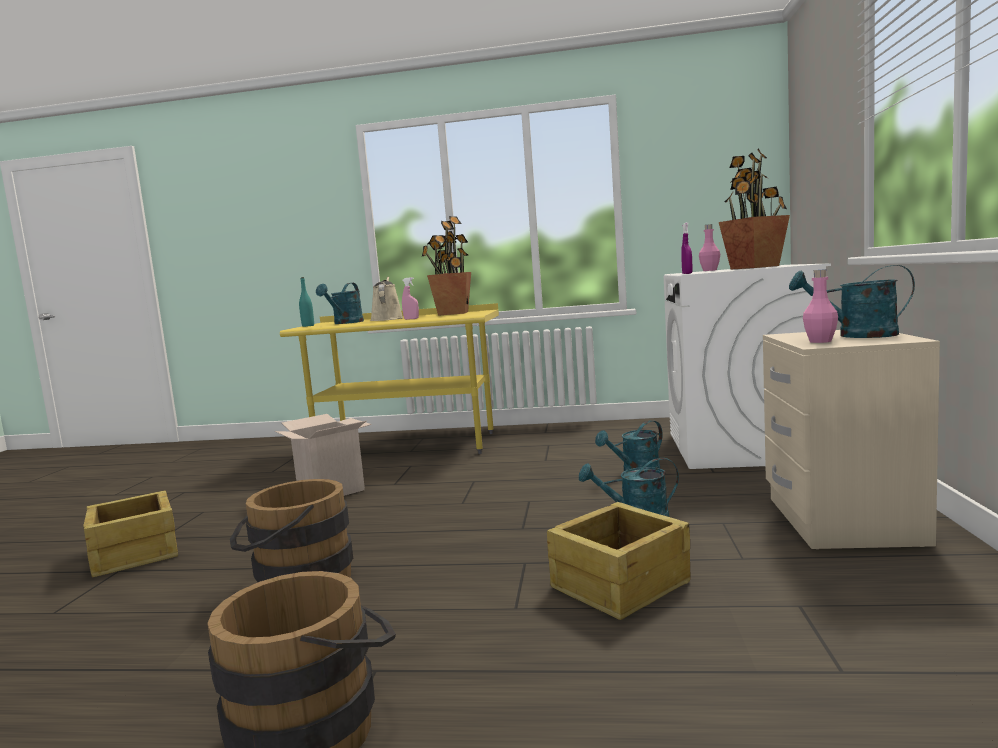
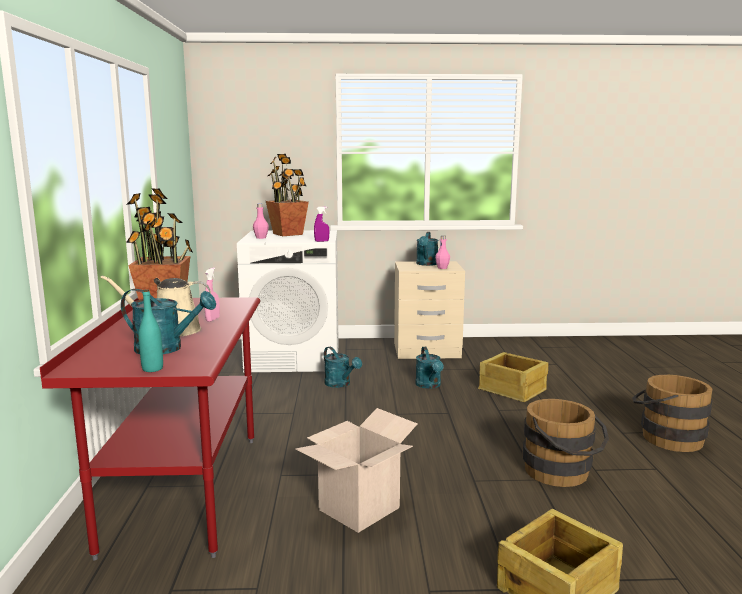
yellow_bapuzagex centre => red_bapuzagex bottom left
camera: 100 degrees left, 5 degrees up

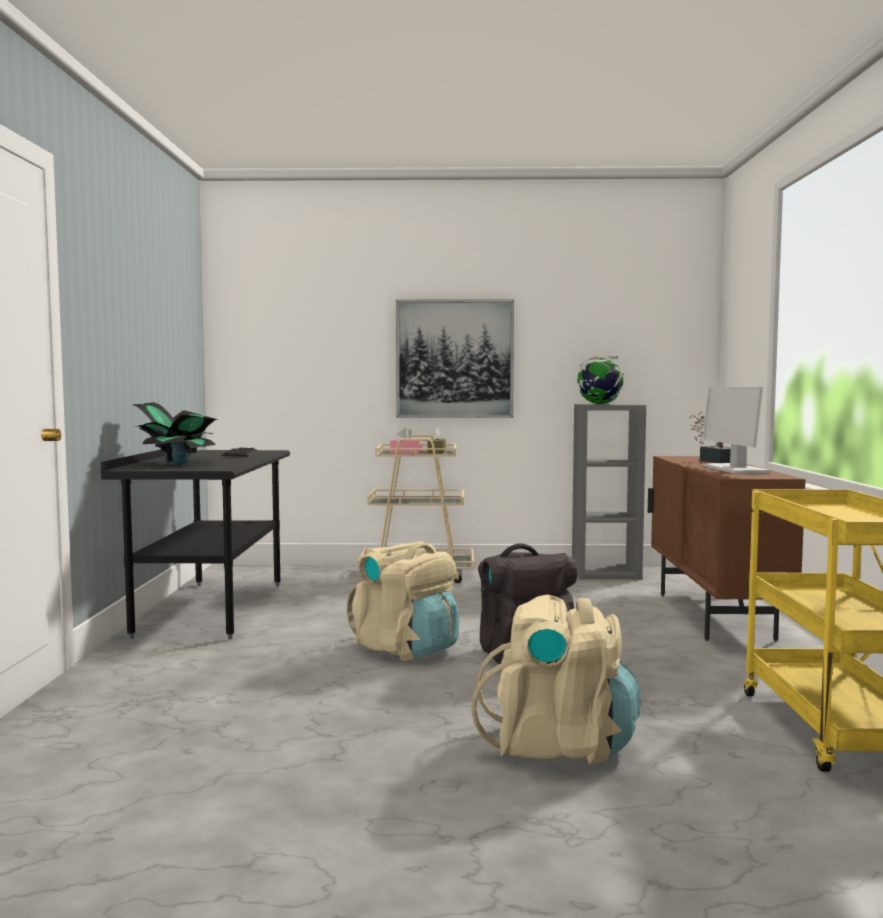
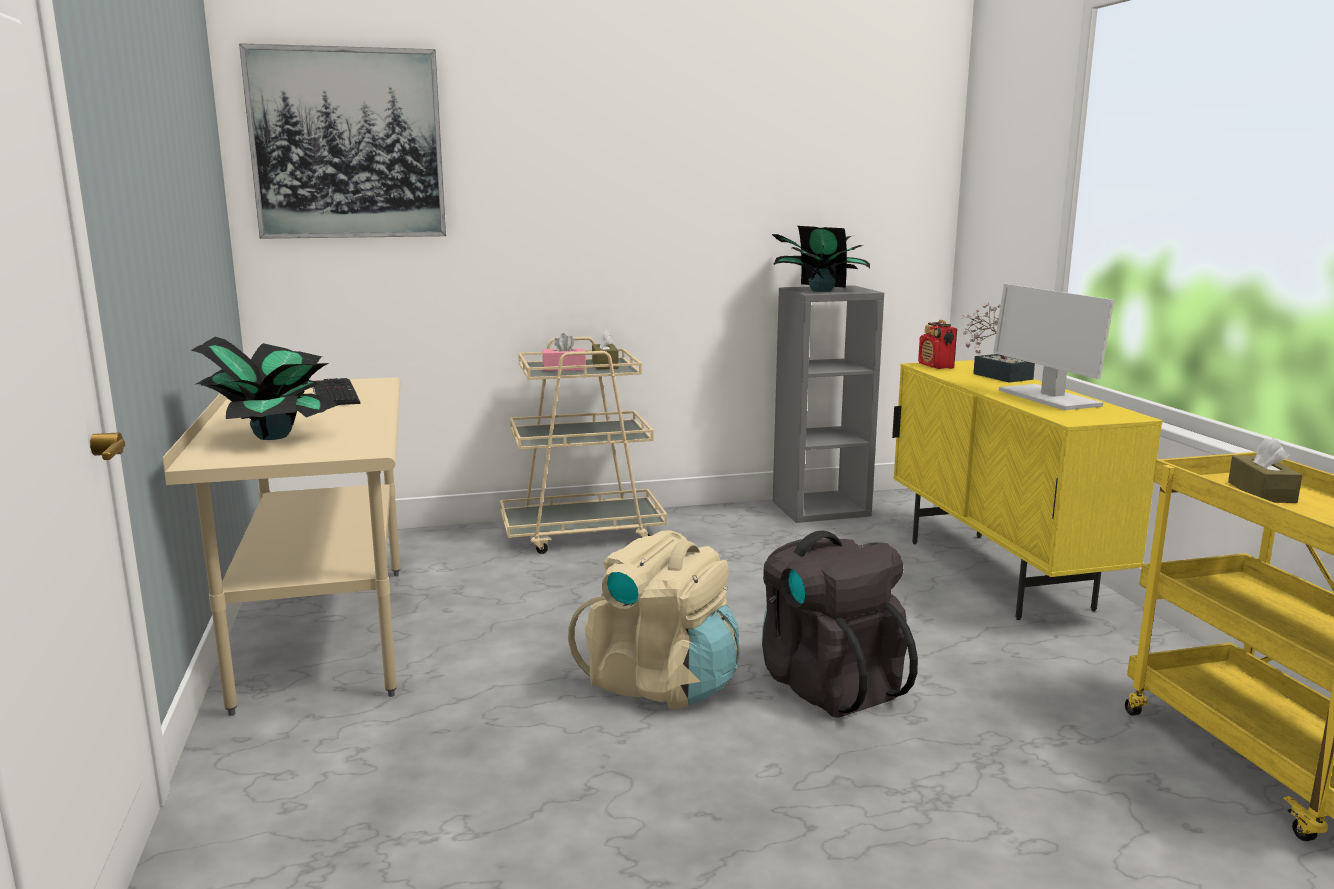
black_bapuzagex middle left => beige_bapuzagex middle left
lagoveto centre => lagoveto top left, relocated
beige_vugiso (no. 2 from left) bottom centre => nothing
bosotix middle right => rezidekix (no. 2 from left) top centre
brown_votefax middle right => yellow_votefax middle right
nothing => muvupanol middle right
nothing => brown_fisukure (no. 2 from left) middle right
camera: 15 degrees left, 10 degrees up

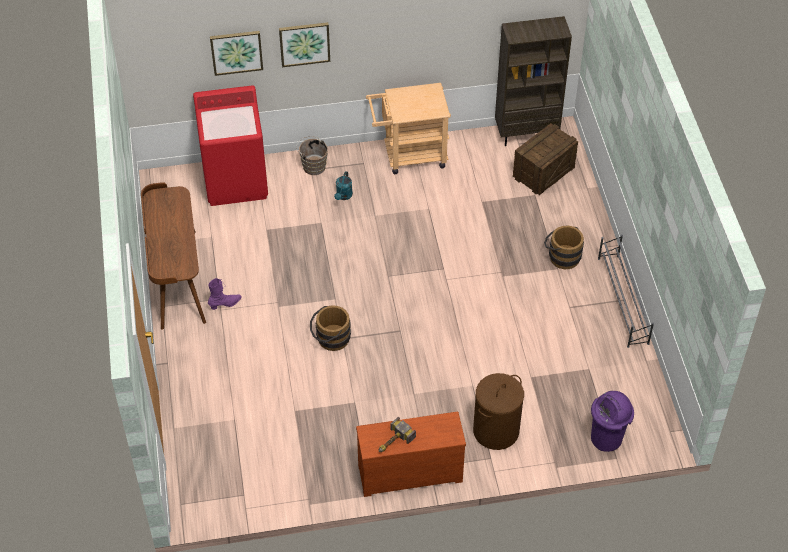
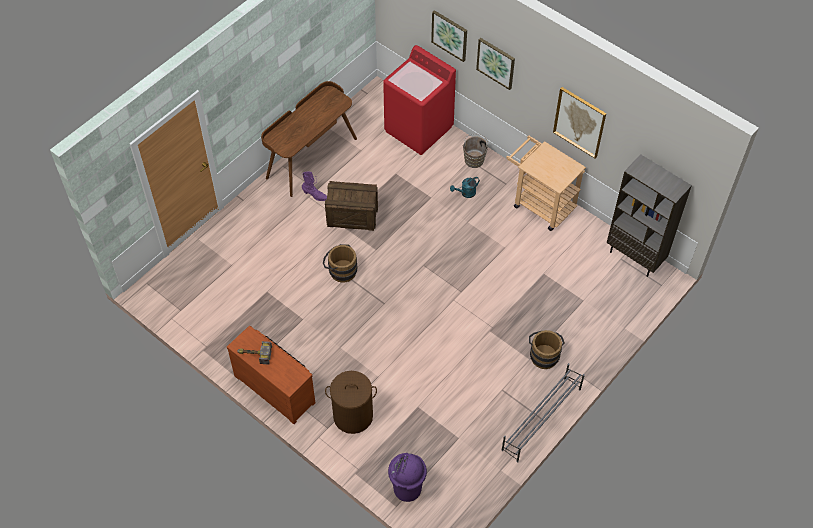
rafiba top right => rafiba centre, relocated
nothing => lagoveto (no. 3 from left) top right
camera: 50 degrees right, 5 degrees up

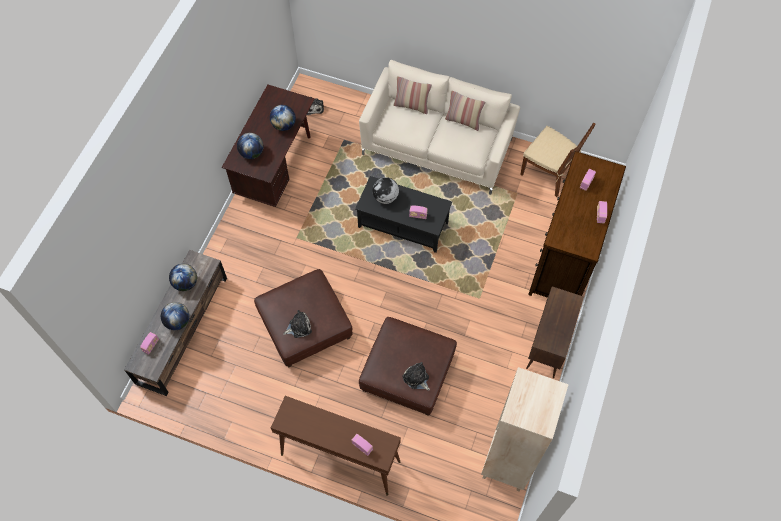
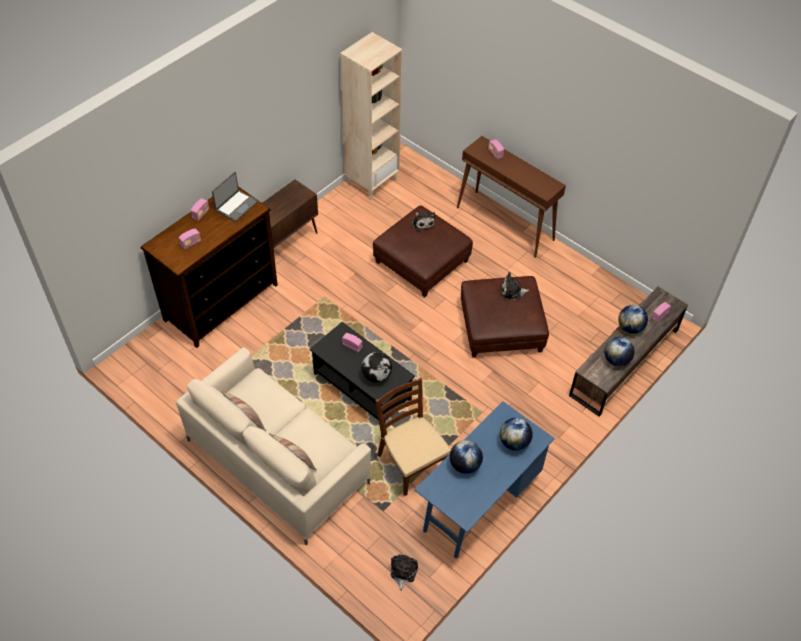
brown_bapuzagex top centre => blue_bapuzagex bottom centre
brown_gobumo top right => brown_gobumo bottom centre, relocated
nothing => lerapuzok top left
camera: 160 degrees left, 10 degrees down

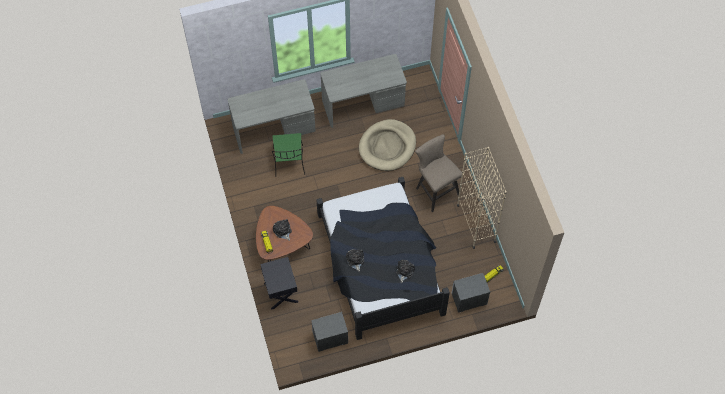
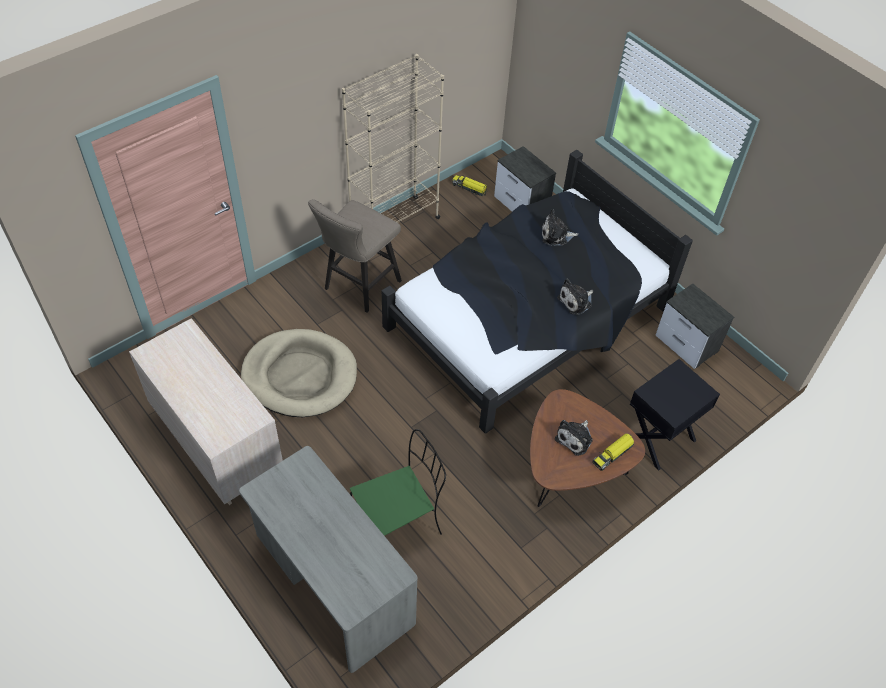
grey_bapuzagex (no. 2 from left) top centre => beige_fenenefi middle left
camera: 115 degrees left, 10 degrees down

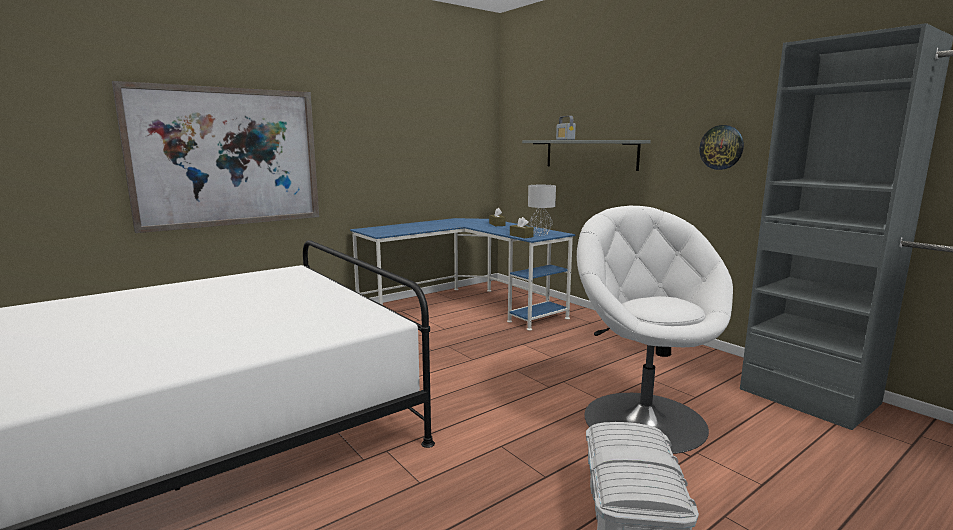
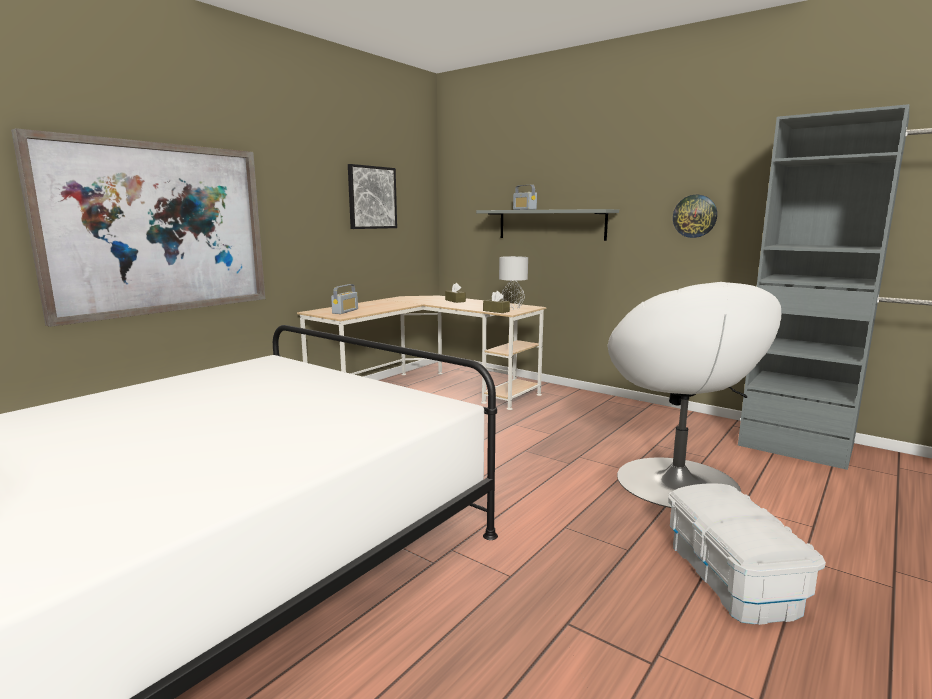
blue_bapuzagex centre => beige_bapuzagex centre
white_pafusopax middle right, 150 degrees counterclockwise
nothing => muvupanol (no. 1 from left) centre
nothing => lagoveto (no. 2 from left) top centre
camera: 15 degrees left, 0 degrees up

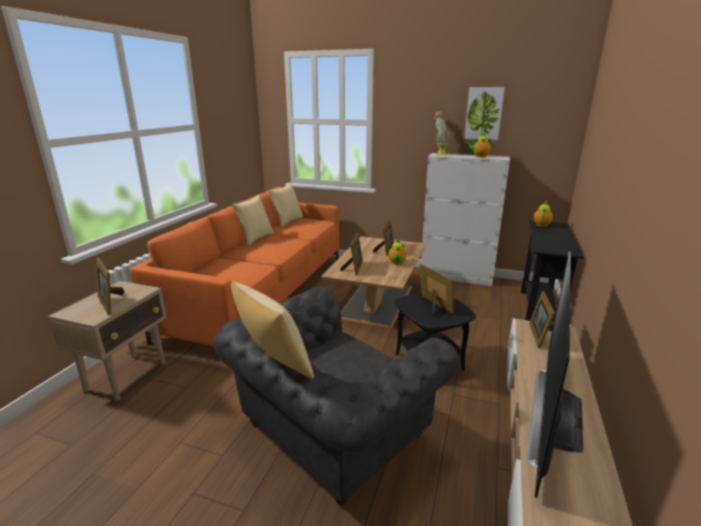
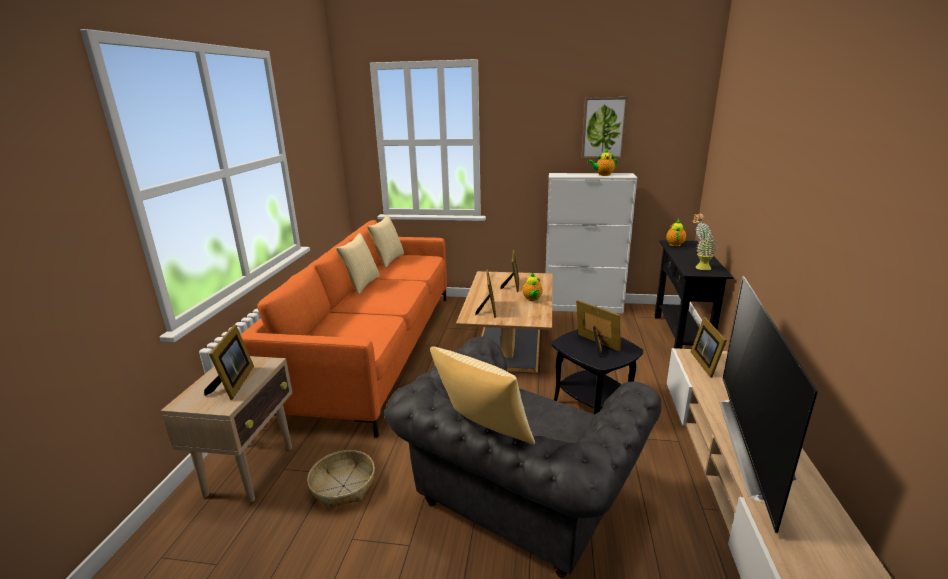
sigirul (no. 1 from left) middle left, 135 degrees counterclockwise
rezidekix top centre => rezidekix middle right, relocated
nothing => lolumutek bottom centre
camera: 10 degrees left, 0 degrees up

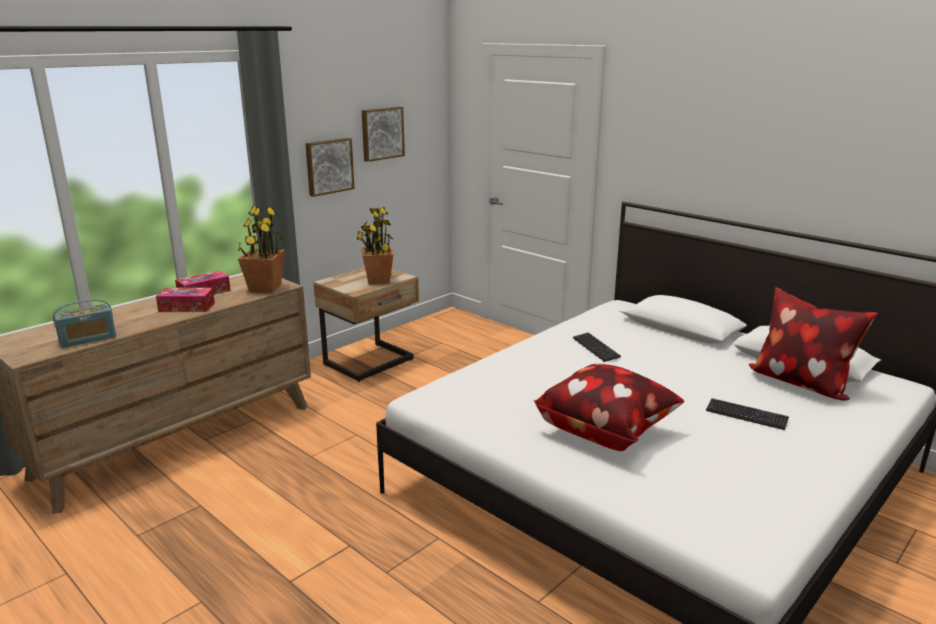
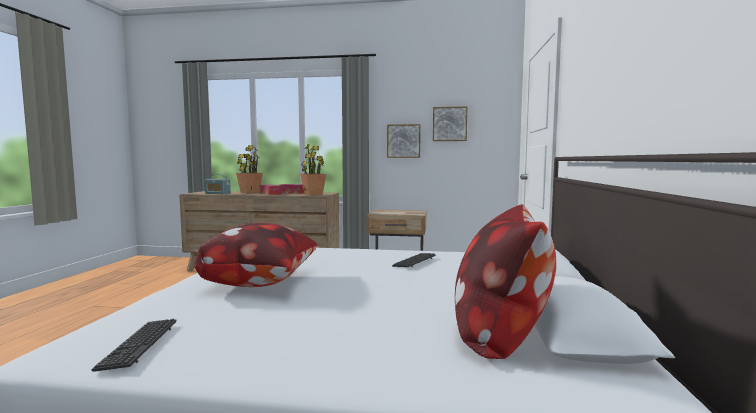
rezidekix (no. 2 from left in the first image) centre => rezidekix (no. 1 from left) middle left, relocated
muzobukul (no. 2 from left in the first image) middle right => muzobukul (no. 1 from left) bottom left, relocated
camera: 55 degrees right, 15 degrees down

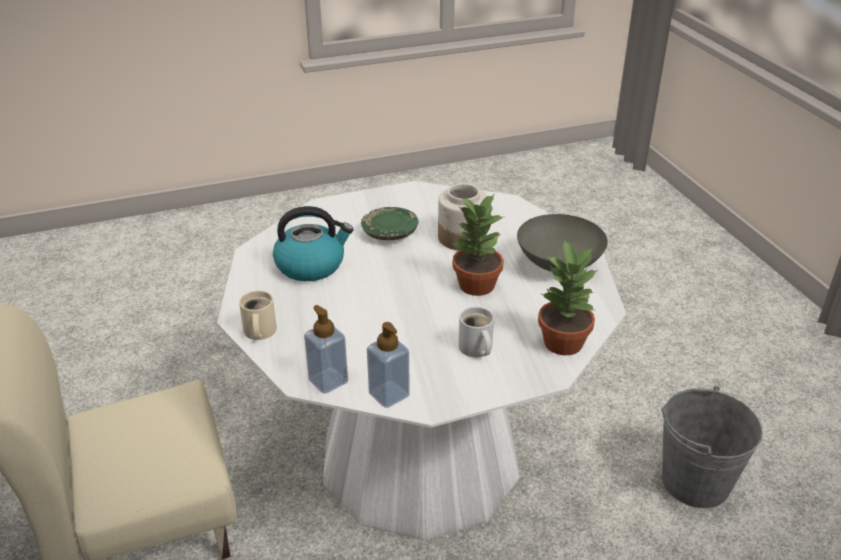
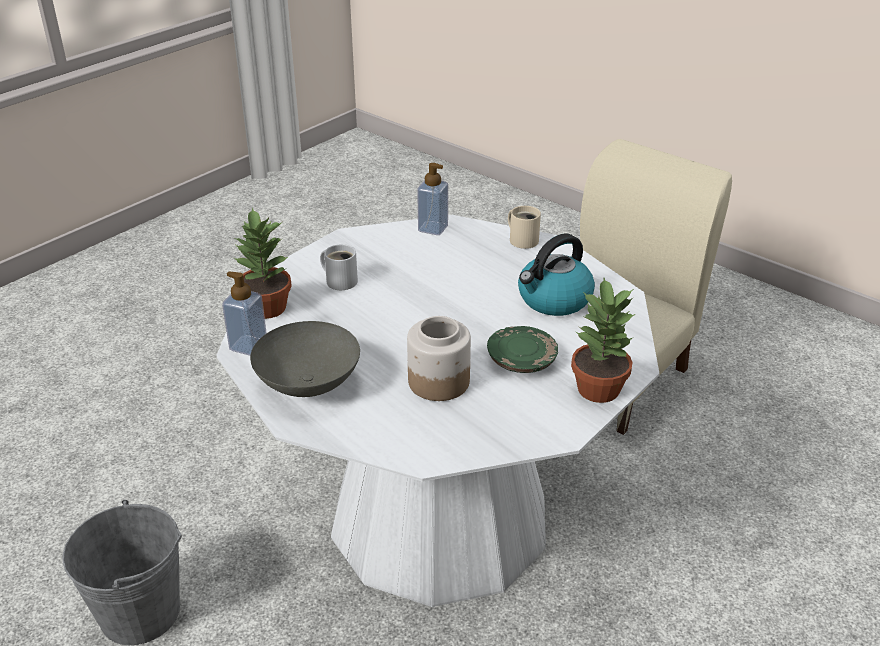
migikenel (no. 2 from left in the first image) centre => migikenel (no. 1 from left) middle left, relocated
rezidekix (no. 1 from left in the first image) centre => rezidekix (no. 2 from left) middle right, relocated
camera: 150 degrees right, 0 degrees up

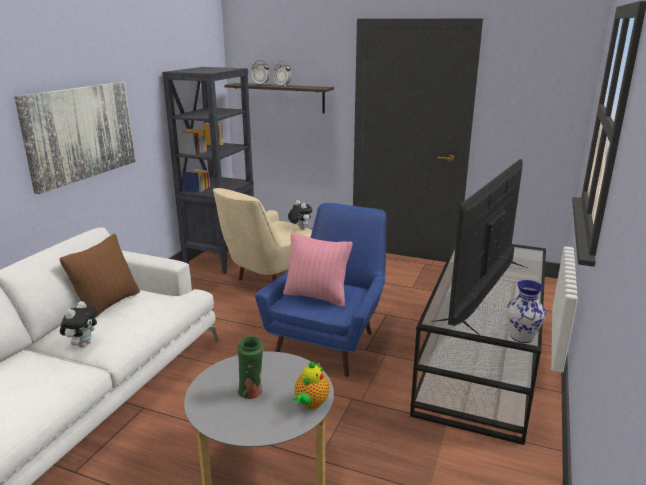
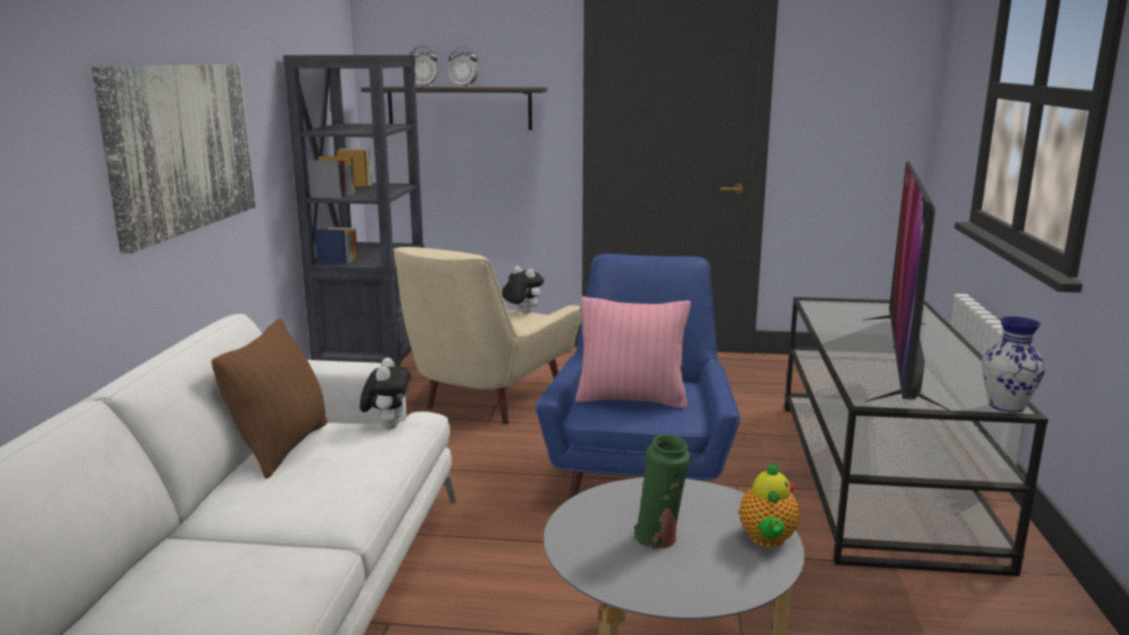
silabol (no. 1 from left) bottom left => silabol (no. 1 from left) centre, relocated
camera: 15 degrees left, 5 degrees down

